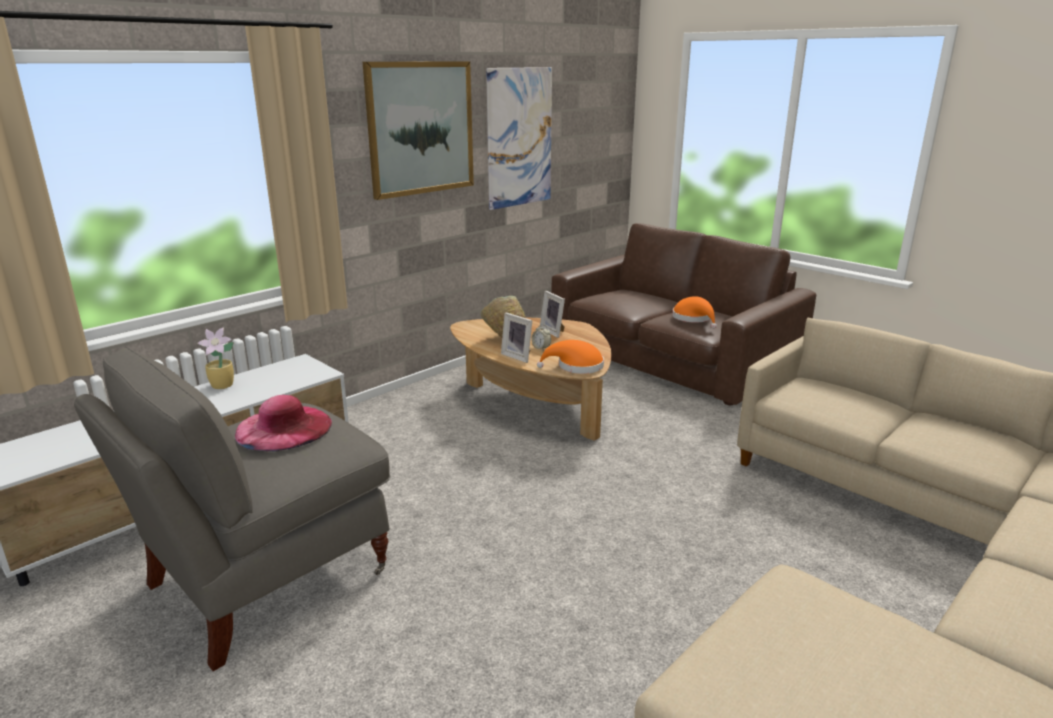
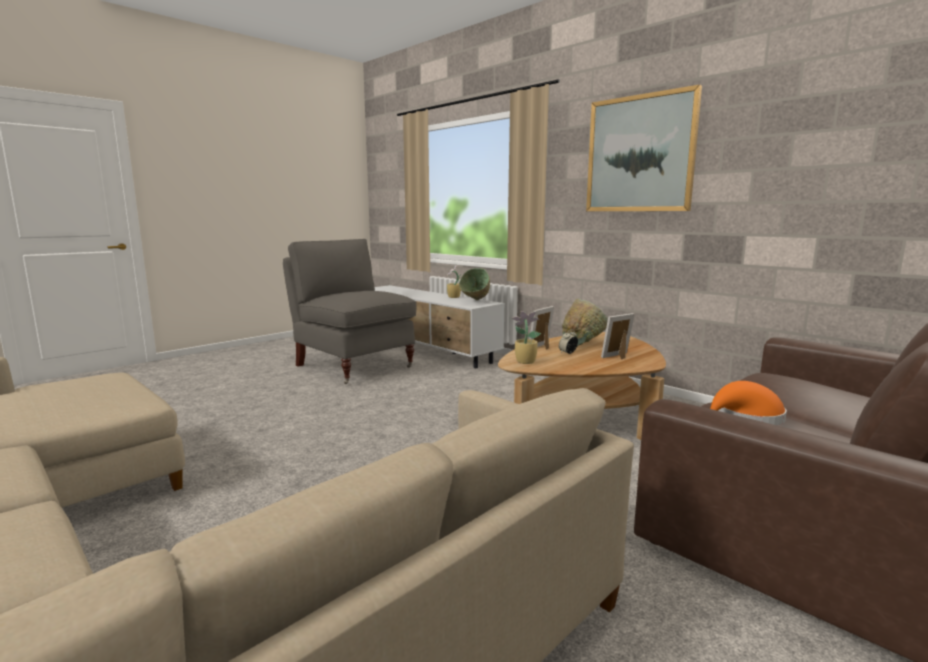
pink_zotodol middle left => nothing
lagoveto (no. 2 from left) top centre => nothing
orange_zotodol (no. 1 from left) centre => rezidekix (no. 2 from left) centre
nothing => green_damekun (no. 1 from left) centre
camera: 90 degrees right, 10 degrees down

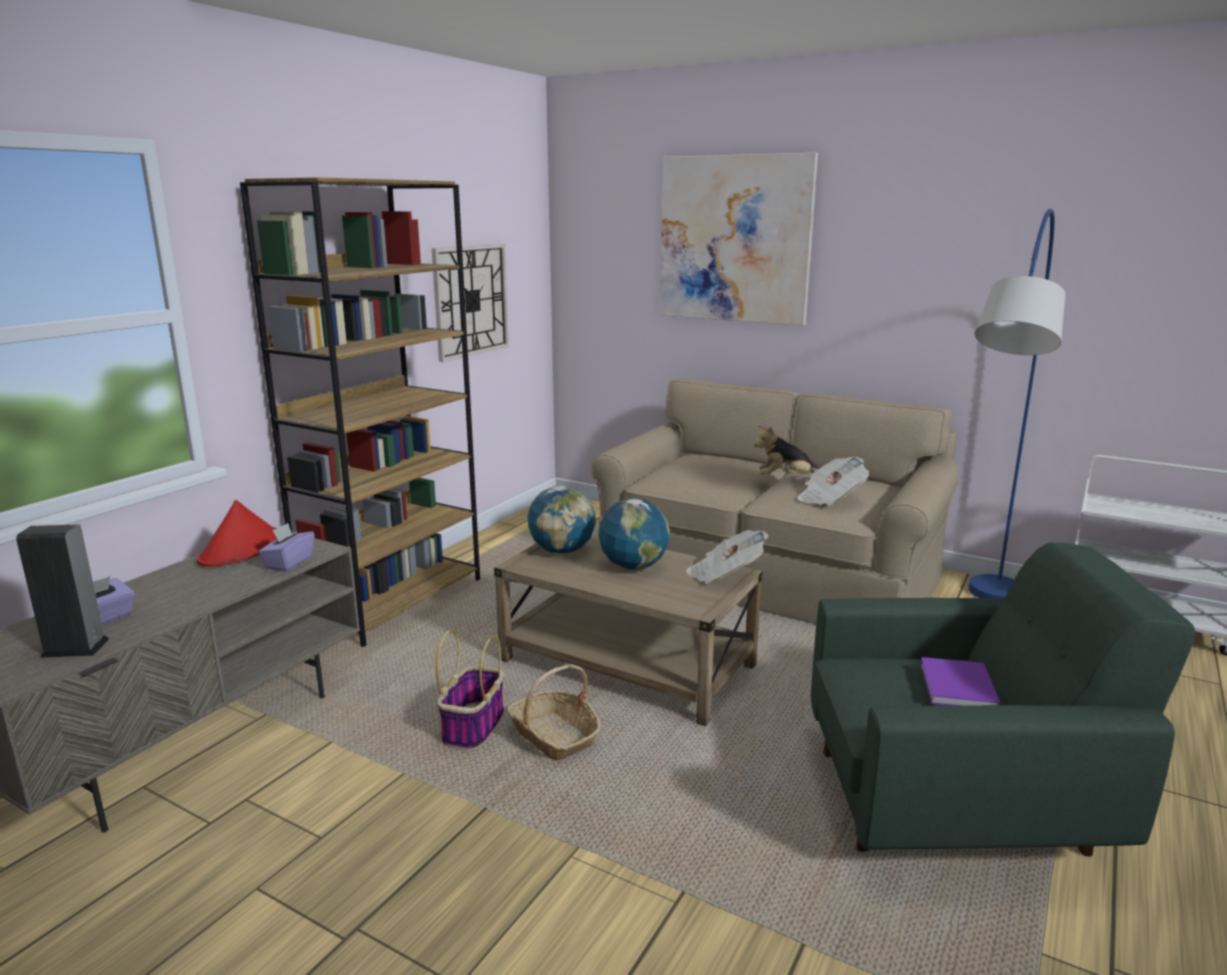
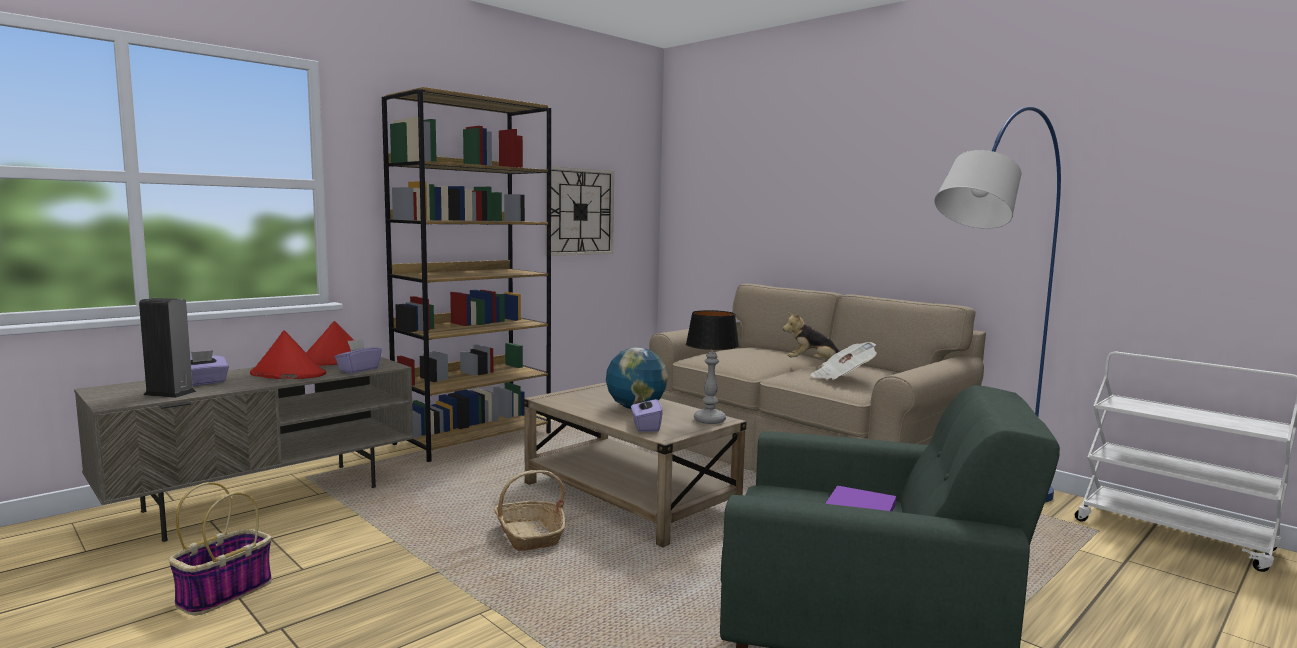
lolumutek (no. 1 from left) bottom centre => lolumutek (no. 1 from left) bottom left, relocated
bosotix (no. 1 from left) centre => nothing
lagoveto top centre => nothing
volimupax (no. 1 from left) centre => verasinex centre
nothing => red_zotodol (no. 1 from left) middle left
nothing => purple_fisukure (no. 3 from left) centre
camera: 15 degrees right, 10 degrees down

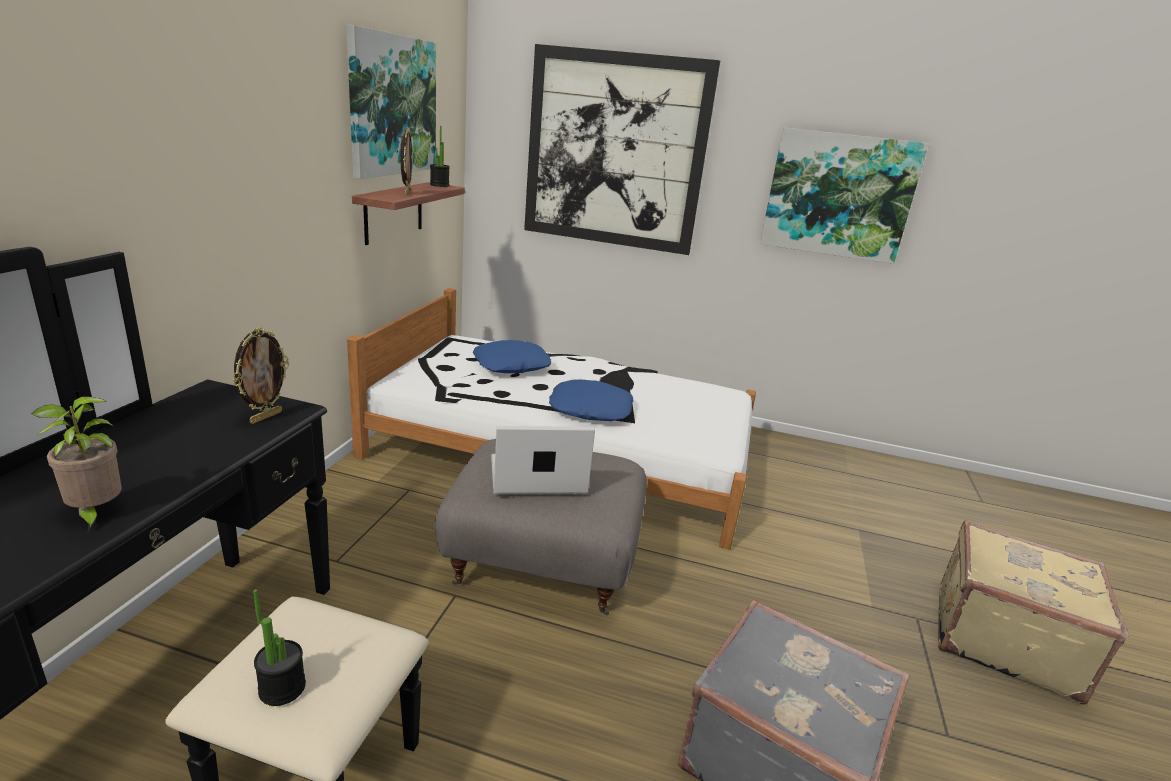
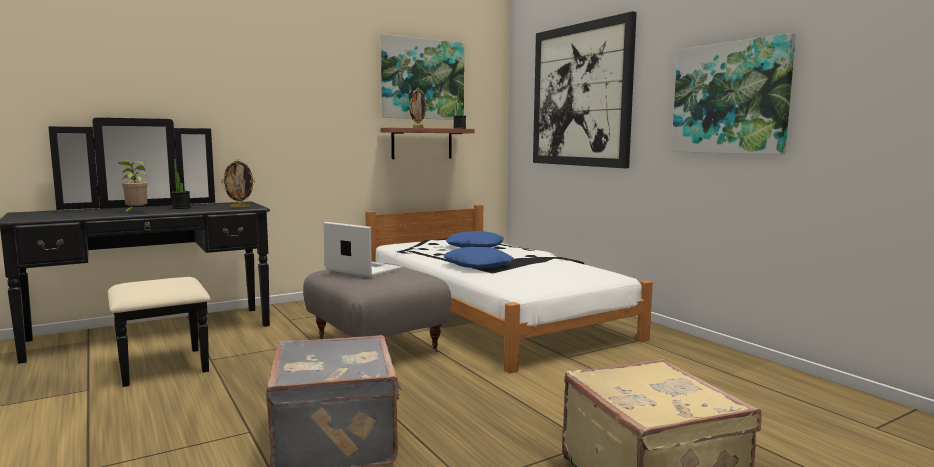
rezidekix (no. 2 from left) bottom left => rezidekix (no. 2 from left) middle left, relocated
camera: 45 degrees right, 15 degrees down

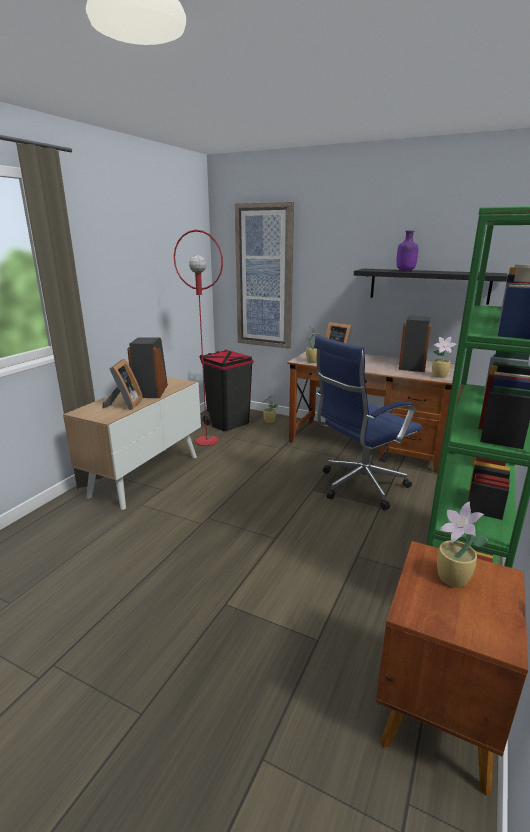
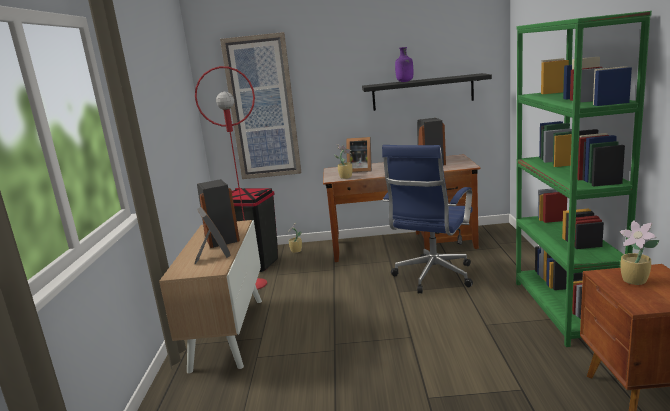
rezidekix (no. 3 from left) middle right => nothing
camera: 25 degrees left, 5 degrees down

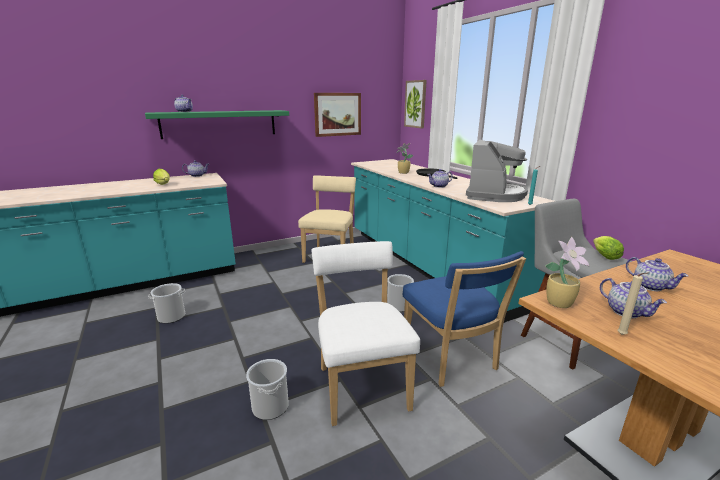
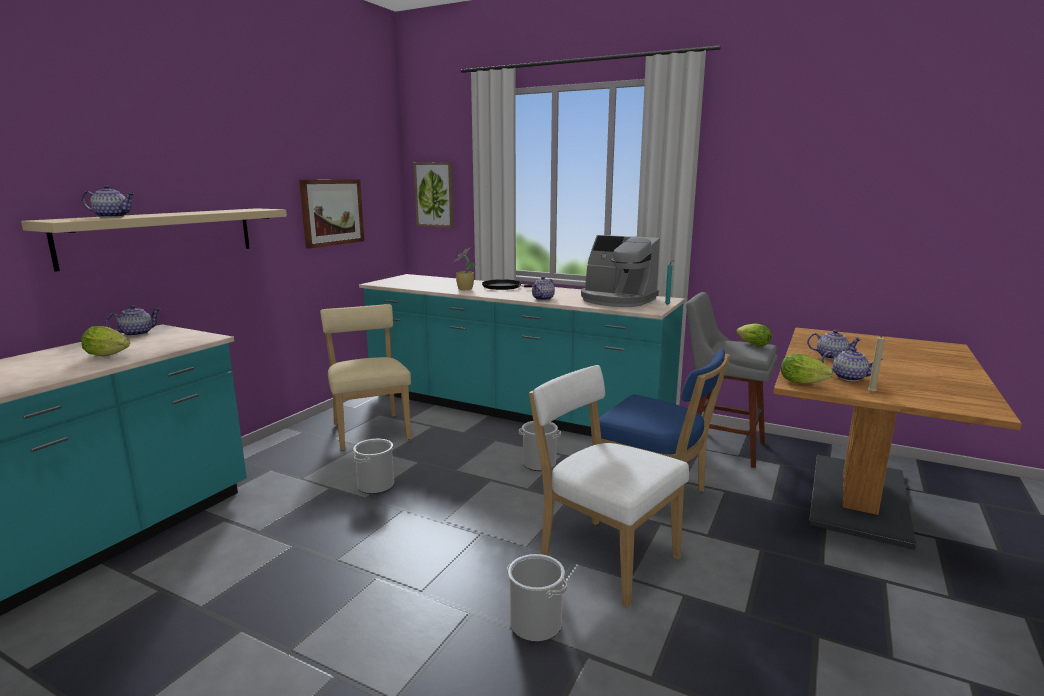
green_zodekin top left => beige_zodekin middle left
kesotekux (no. 1 from left) middle left => kesotekux (no. 1 from left) bottom centre, relocated
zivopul middle right => zivopul centre, 135 degrees clockwise
rezidekix (no. 2 from left) middle right => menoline (no. 3 from left) middle right
camera: 35 degrees left, 5 degrees down

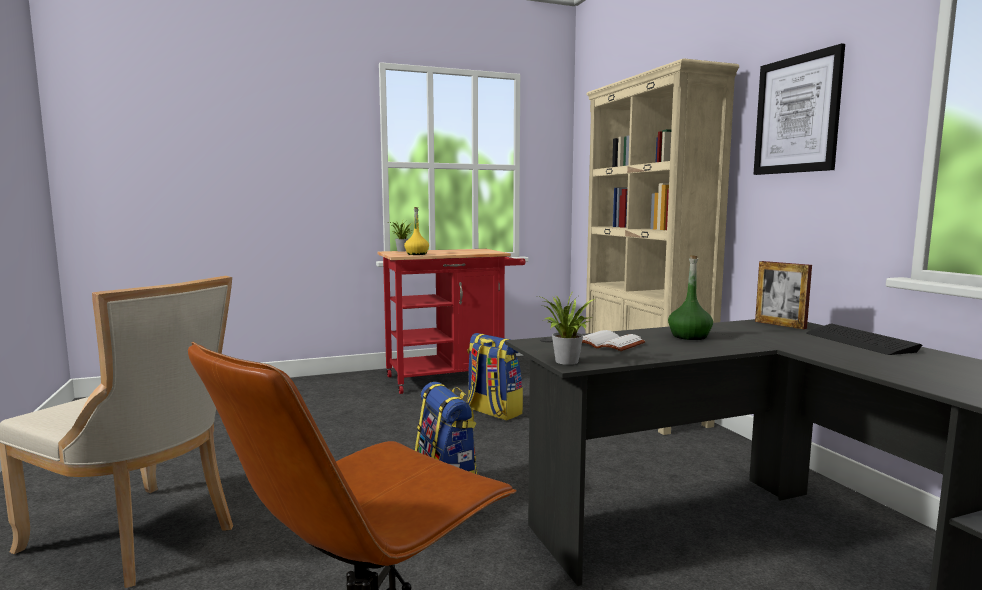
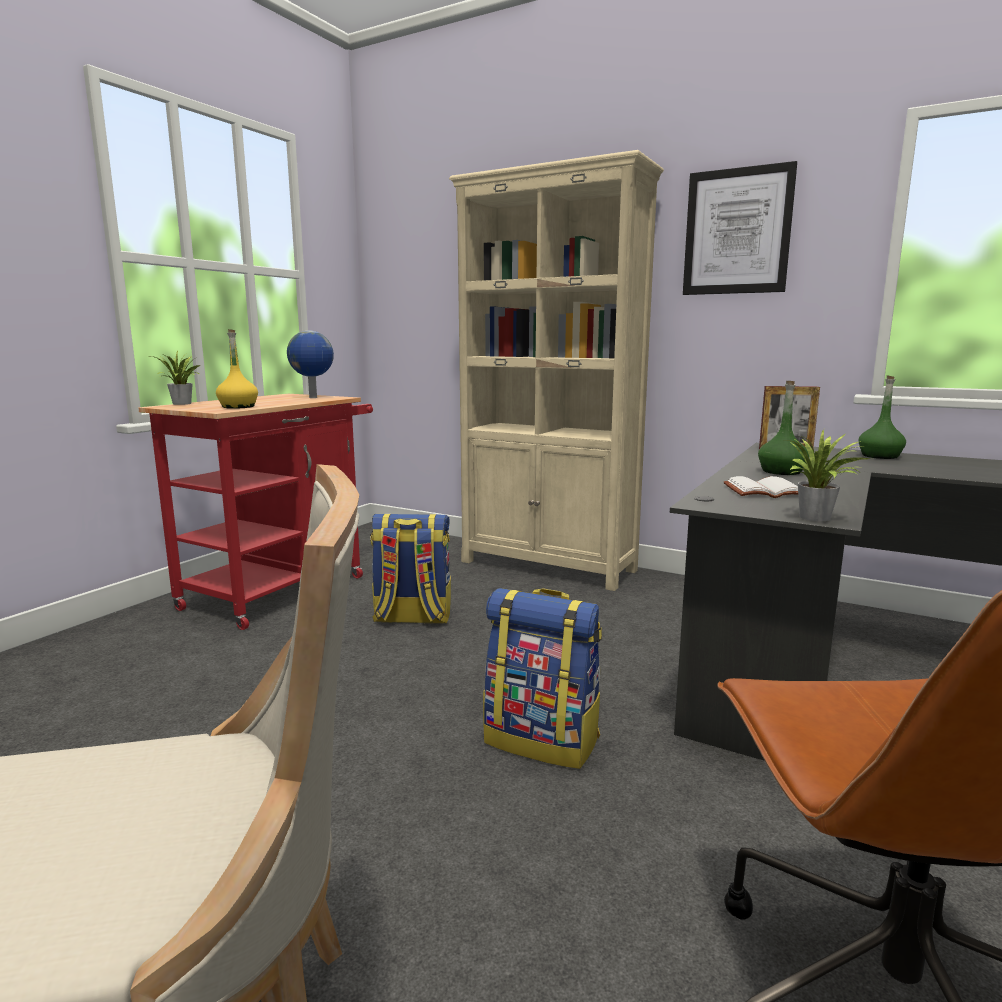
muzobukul middle right => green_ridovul (no. 2 from left) middle right
nothing => bosotix middle left
camera: 40 degrees left, 5 degrees up

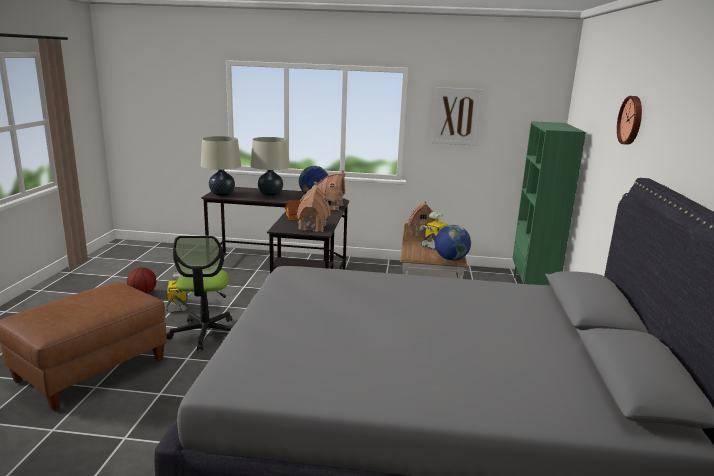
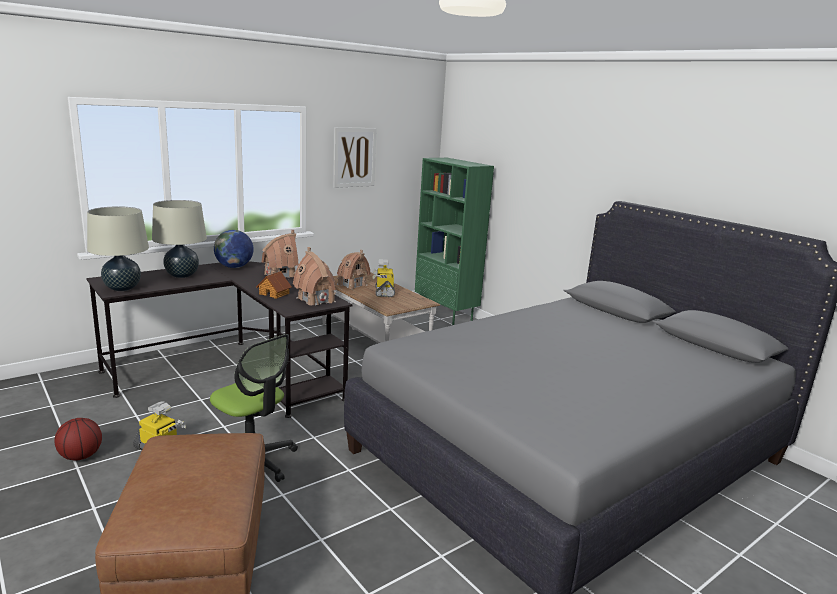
bosotix (no. 2 from left) centre => nothing
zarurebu top right => nothing
camera: 45 degrees left, 0 degrees up

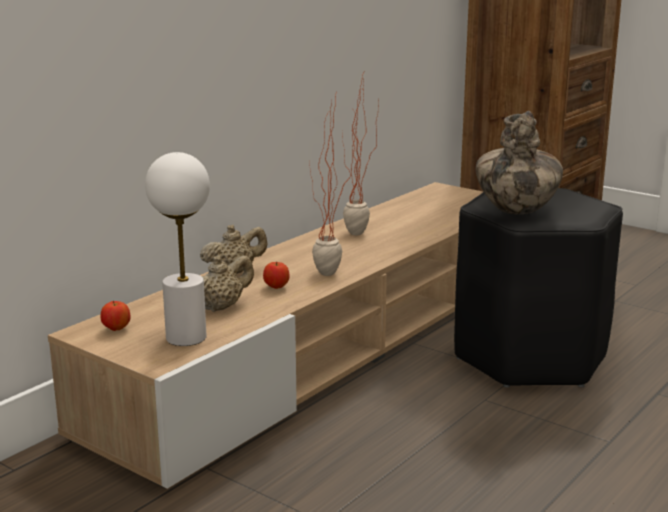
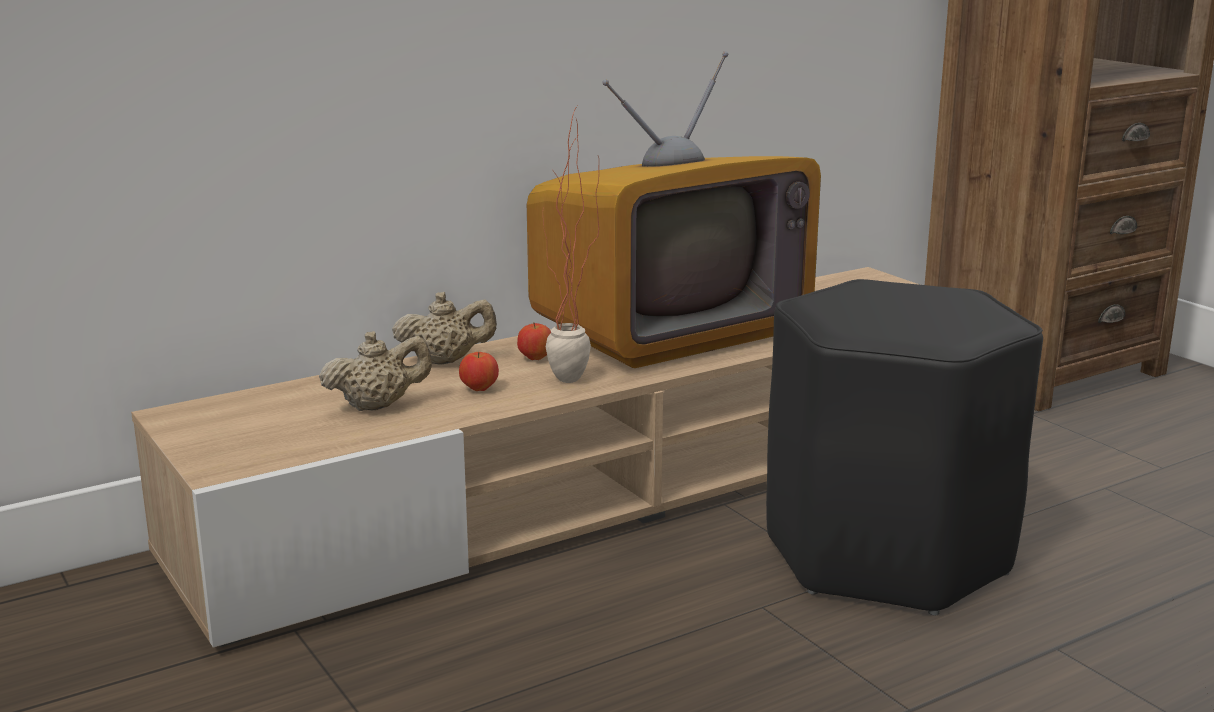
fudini (no. 1 from left in the first image) middle left => fudini (no. 2 from left) centre, relocated
white_verasinex middle left => nothing
rezidekix (no. 2 from left) top centre => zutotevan top centre
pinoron top right => nothing
camera: 20 degrees right, 0 degrees up

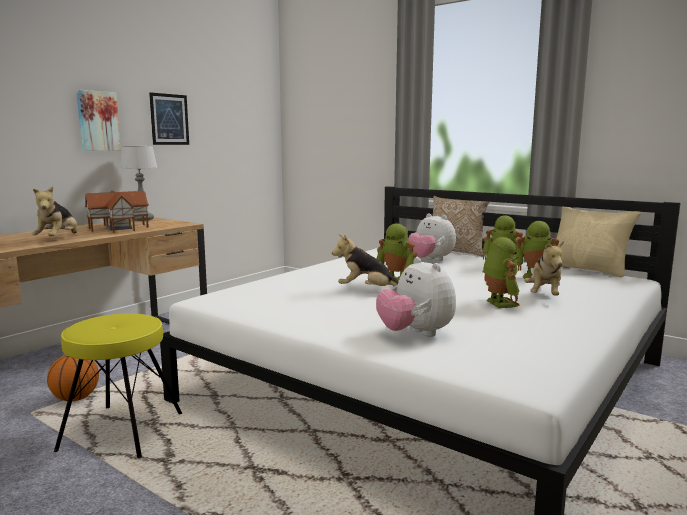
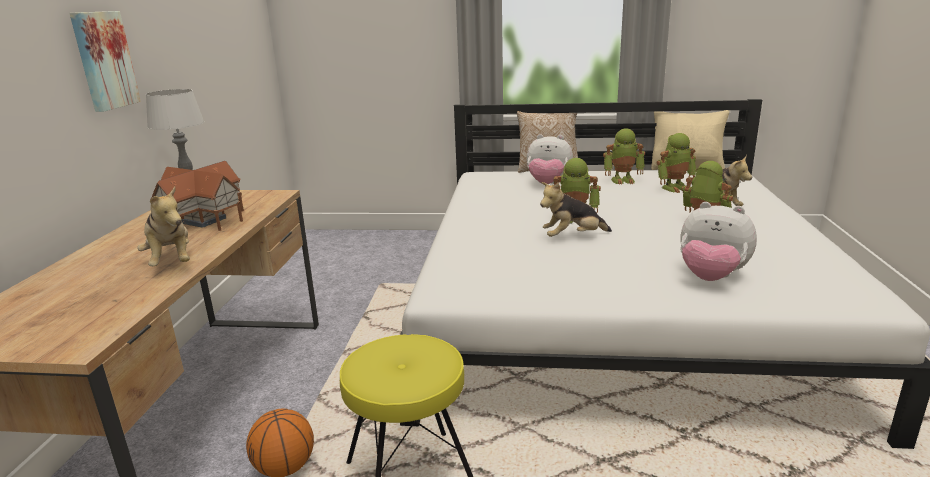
lagoveto (no. 2 from left) top left => nothing
camera: 30 degrees left, 10 degrees up

